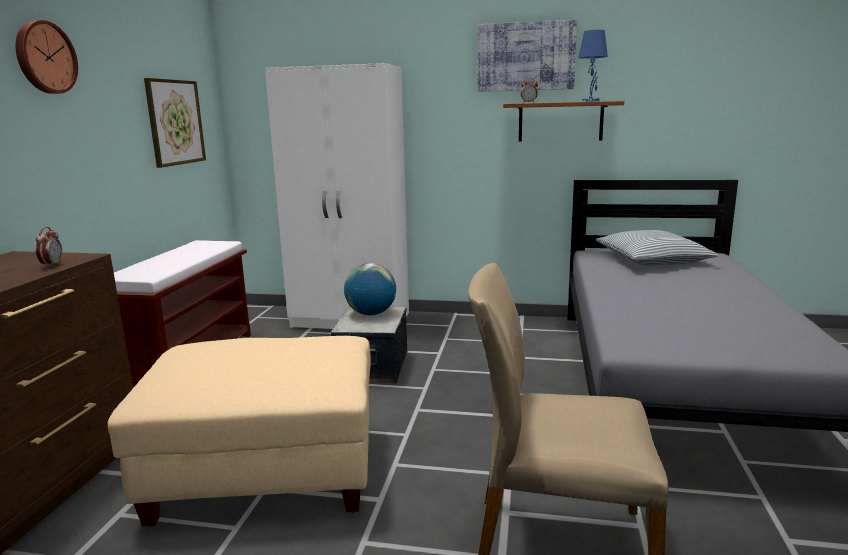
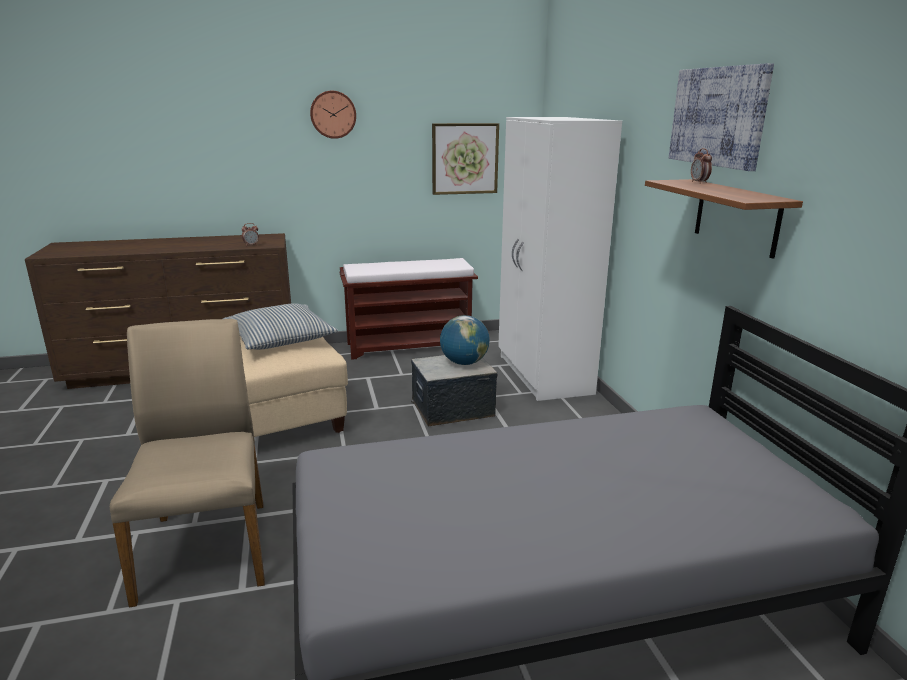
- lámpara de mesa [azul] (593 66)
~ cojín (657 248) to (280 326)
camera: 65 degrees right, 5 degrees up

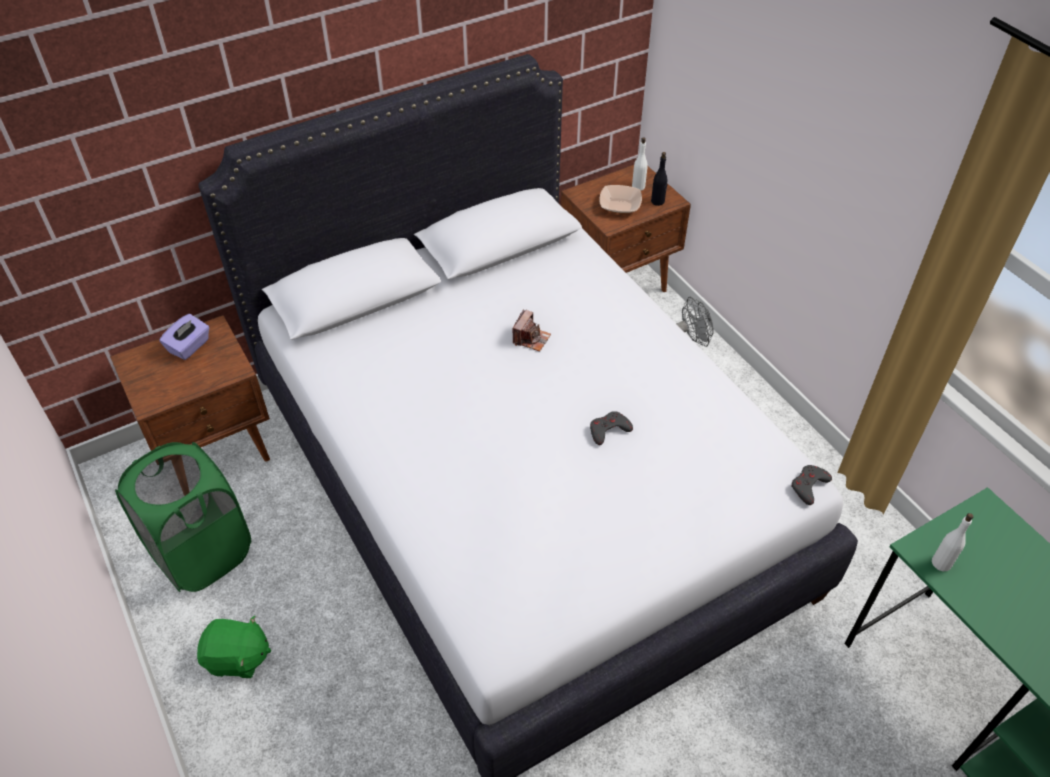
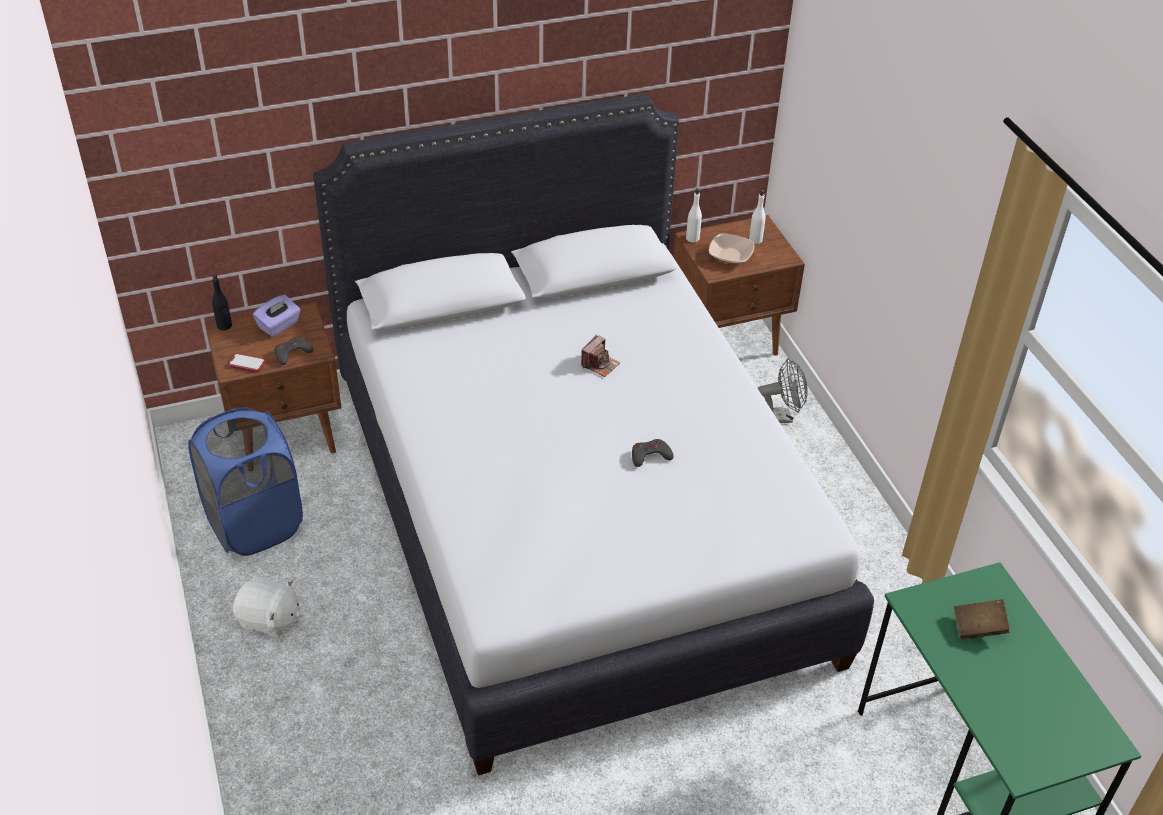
~ cesto de la ropa [verde] (183 517) to cesto de la ropa [azul] (245 482)
~ peluche [verde] (234 646) to peluche [blanco] (267 607)
~ botella [negro] (659 179) to (222 302)
~ mando de consola [gris] (811 485) to (294 351)
~ botella [blanco] (952 542) to (694 215)
+ móvil (247 363)
+ libro [marrón] (982 619)
camera: 10 degrees right, 5 degrees down

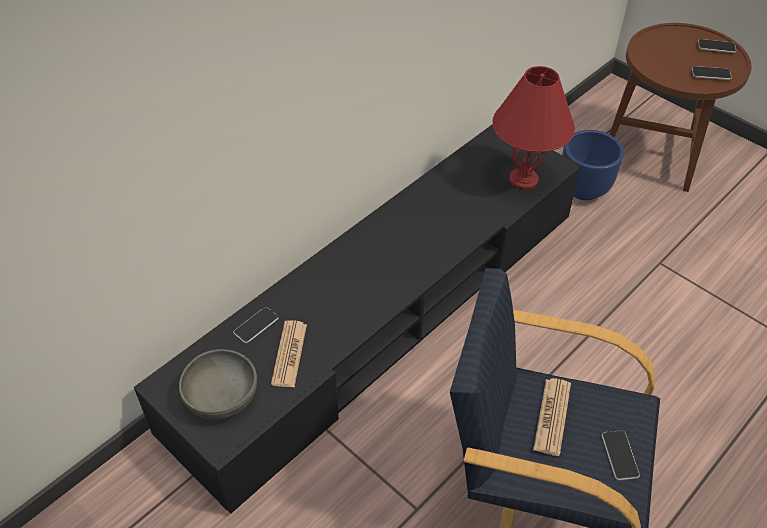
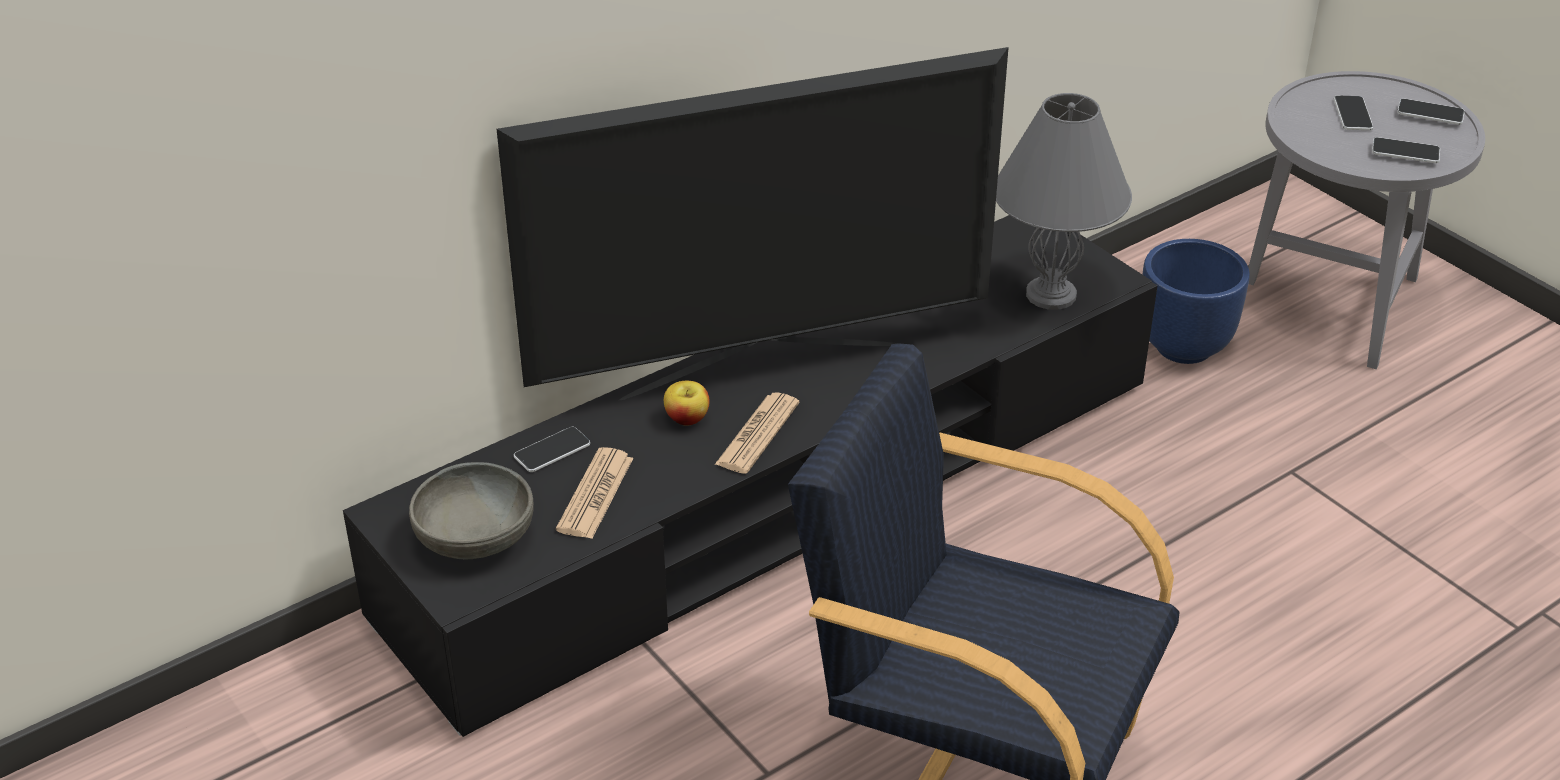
~ lámpara de mesa [rojo] (533 128) to lámpara de mesa [gris] (1064 201)
~ periódico (552 417) to (757 433)
~ móvil (621 455) to (1353 112)
~ mesa auxiliar [marrón] (680 107) to mesa auxiliar [gris] (1366 220)
+ televisor (753 224)
+ manzana (687 403)
camera: 10 degrees right, 10 degrees down

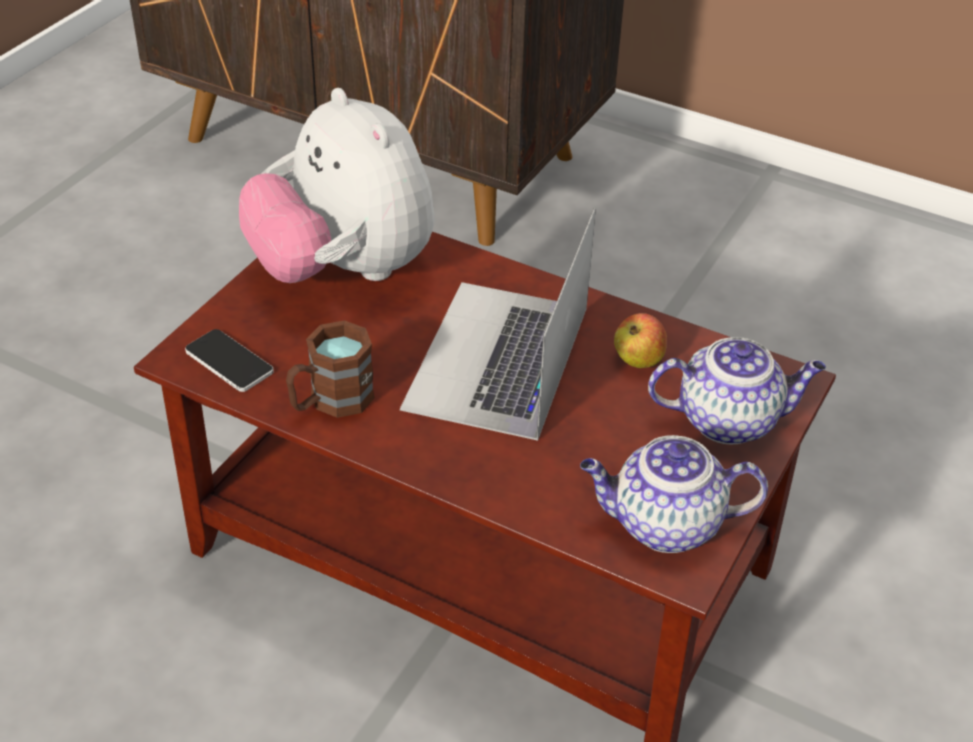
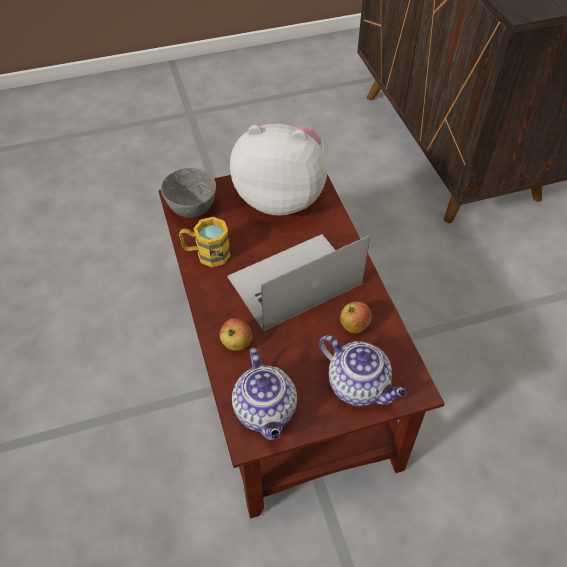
~ móvil (229 360) to cuenco [gris] (188 193)
~ peluche (337 185) = (278 169) 90 degrees clockwise
~ taza grande [marrón] (330 369) to taza grande [amarillo] (205 242)
~ tetera (674 494) = (264 394) 150 degrees counterclockwise
+ manzana (236 334)
camera: 45 degrees right, 10 degrees up

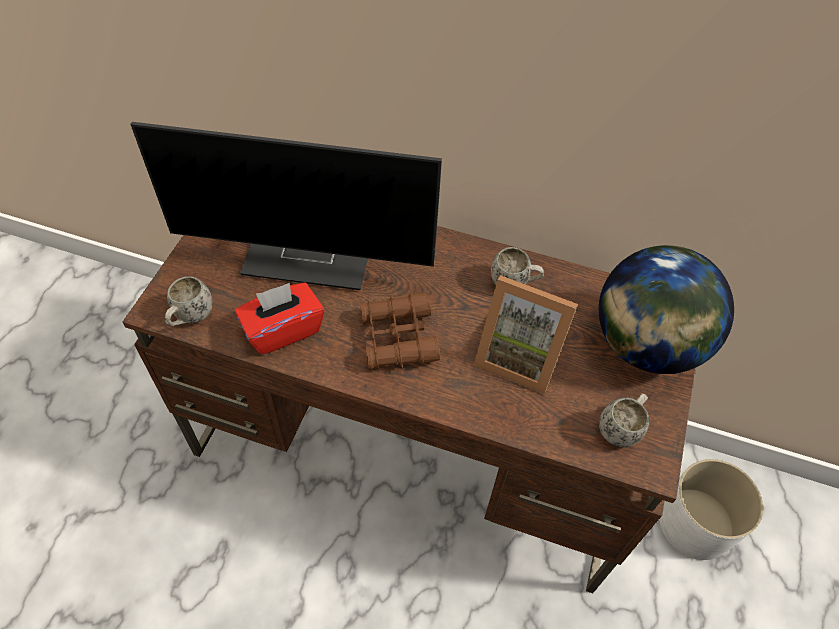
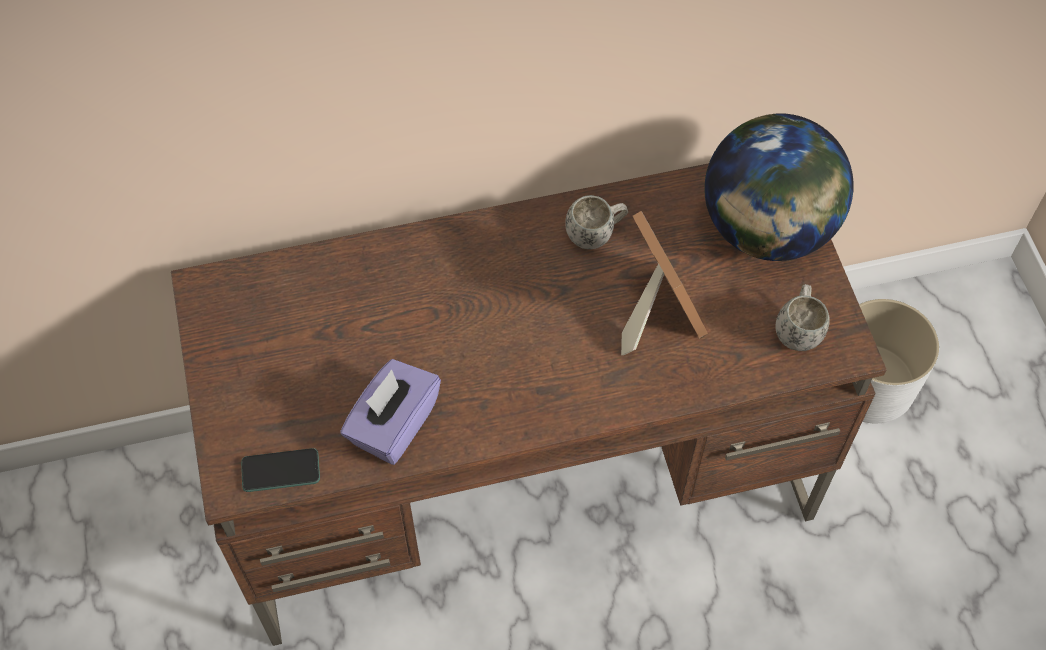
- monitor (286 206)
~ taza grande [blanco] (189 301) to móvil (280 470)
~ caja de pañuelos [rojo] (279 319) to caja de pañuelos [morado] (390 412)
- prismáticos [marrón] (400 331)
~ portarretratos (525 334) = (664 283) 105 degrees counterclockwise
camera: 30 degrees left, 5 degrees up

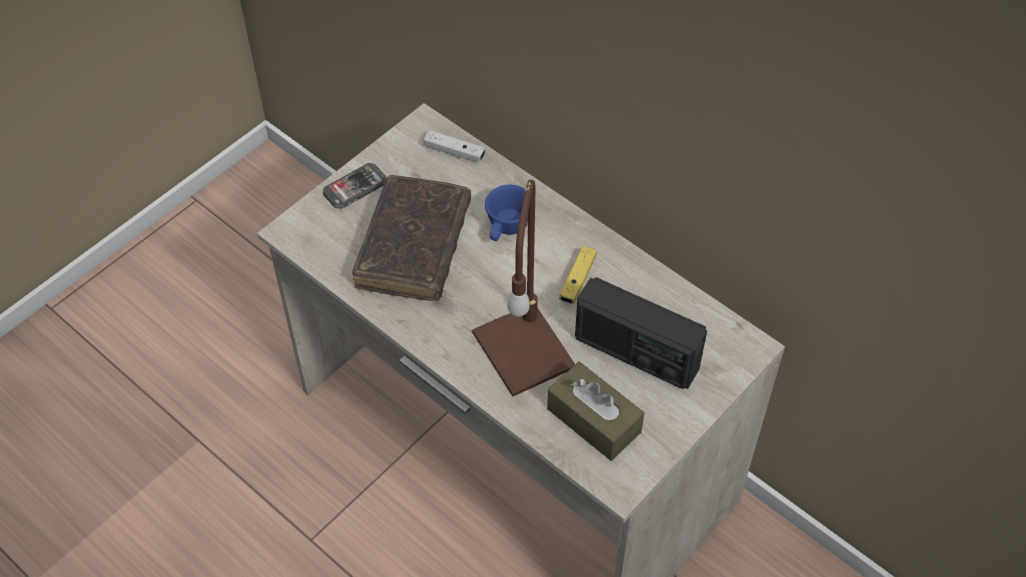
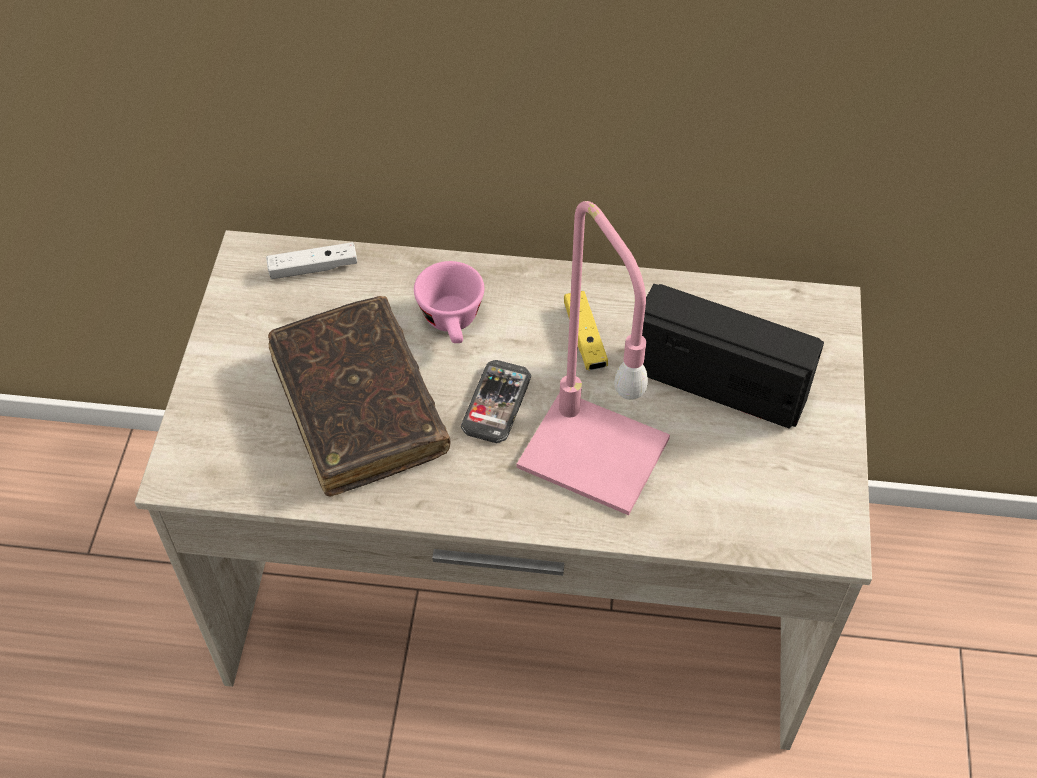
~ móvil (355 186) to (496 401)
~ lámpara de mesa [marrón] (523 288) to lámpara de mesa [rosa] (593 358)
~ taza [azul] (506 213) to taza [rosa] (449 302)
- caja de pañuelos [marrón] (595 411)
~ radio (641 333) = (733 356) 150 degrees counterclockwise
camera: 35 degrees left, 0 degrees up

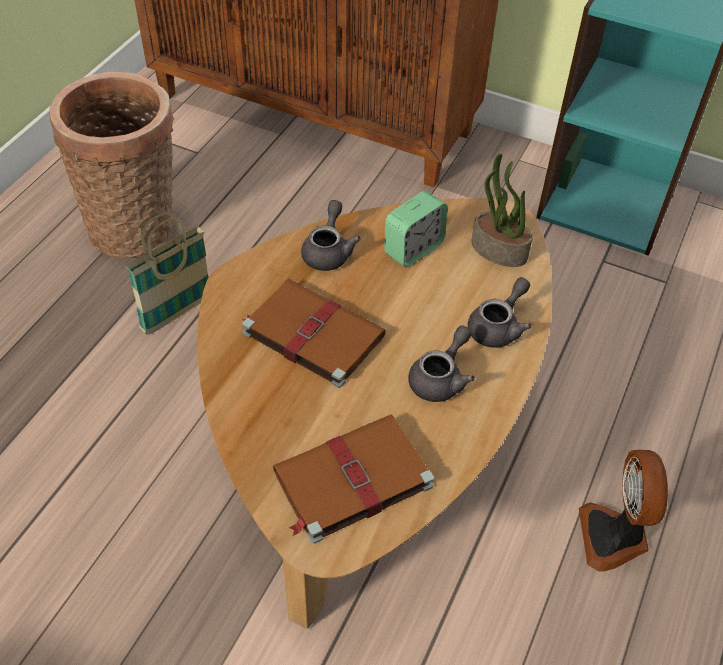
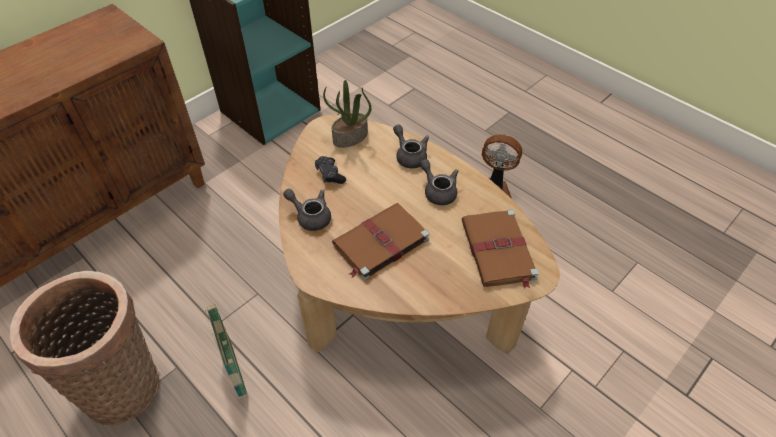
~ despertador (416 229) to mando de consola [negro] (330 170)
camera: 70 degrees left, 0 degrees up

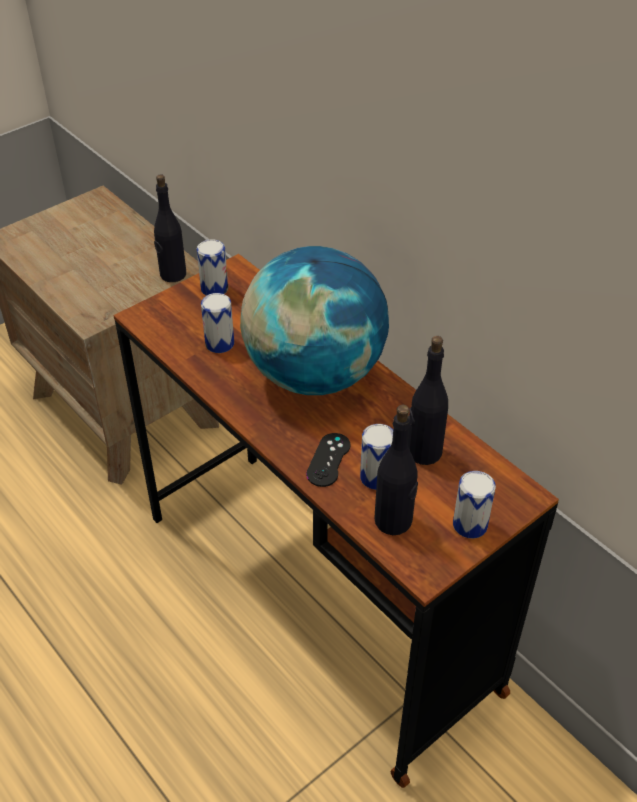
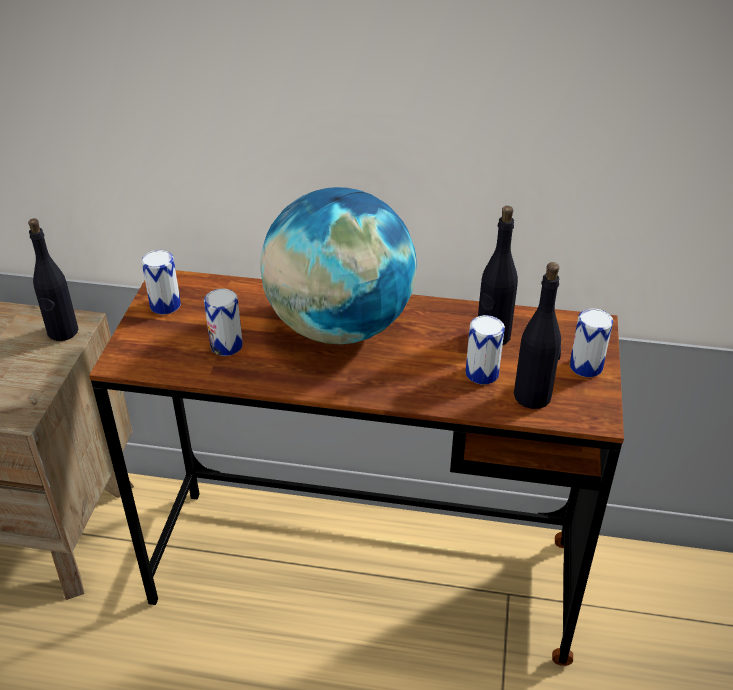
- mando de consola [negro] (328 460)
camera: 40 degrees left, 5 degrees down

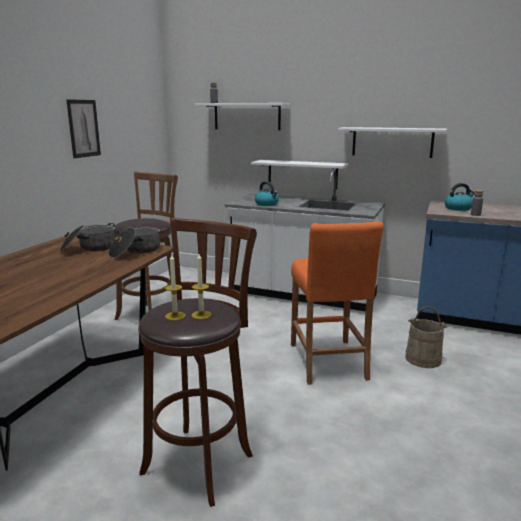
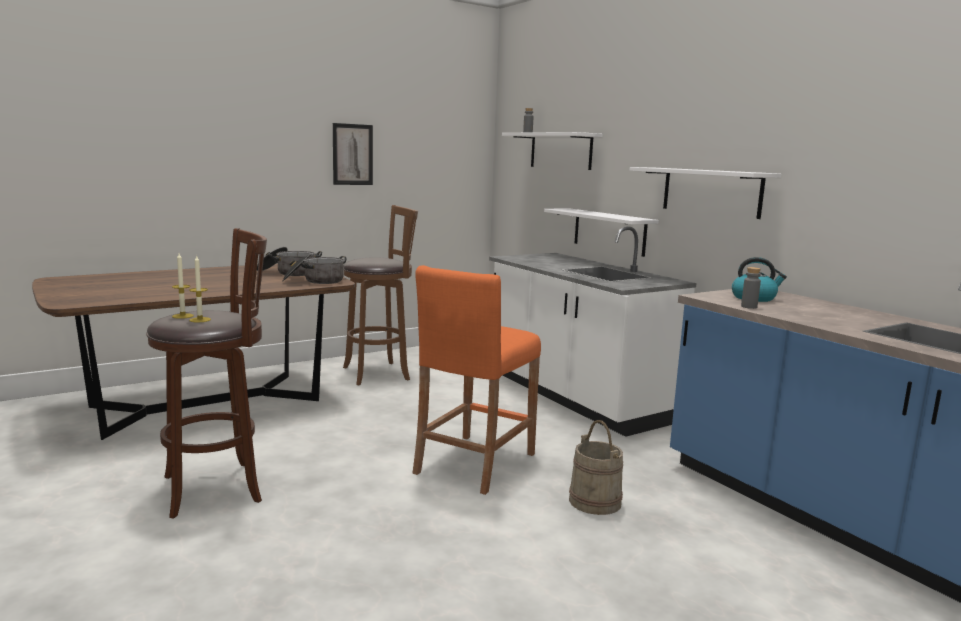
- hervidor (267 193)
camera: 35 degrees right, 5 degrees down

